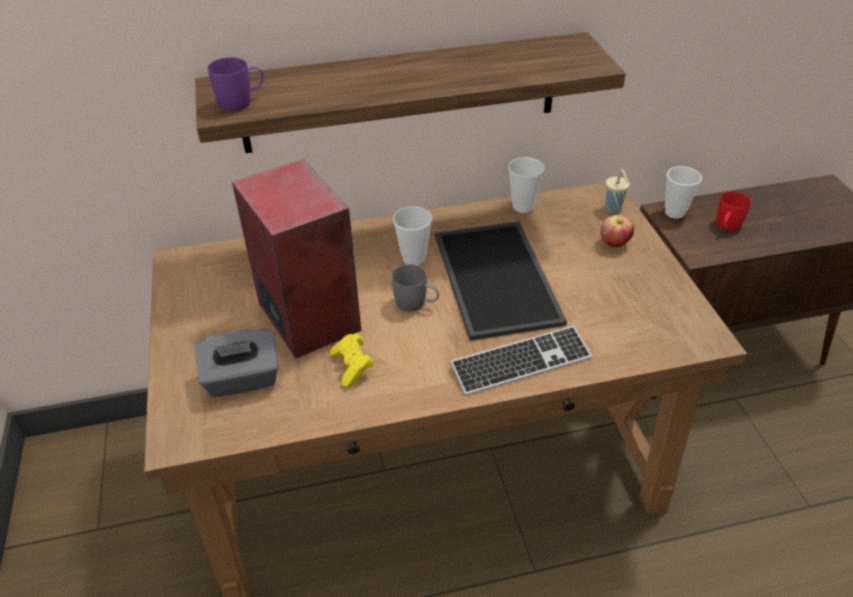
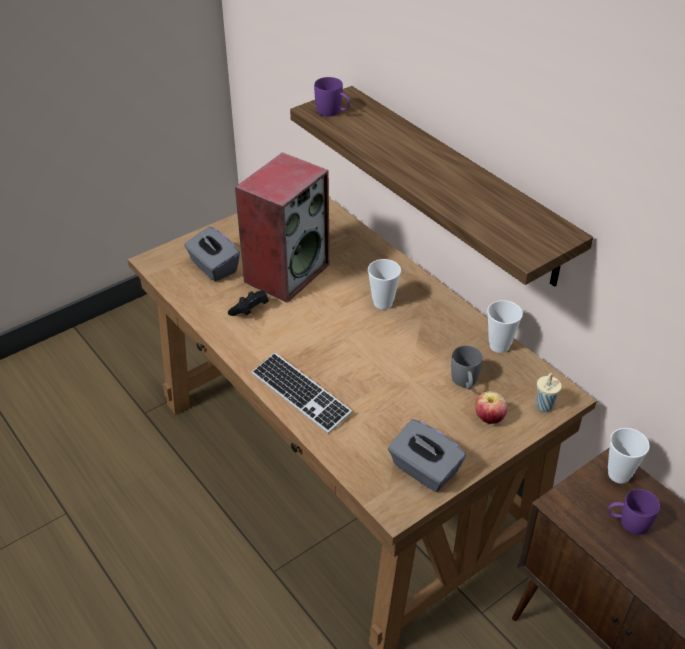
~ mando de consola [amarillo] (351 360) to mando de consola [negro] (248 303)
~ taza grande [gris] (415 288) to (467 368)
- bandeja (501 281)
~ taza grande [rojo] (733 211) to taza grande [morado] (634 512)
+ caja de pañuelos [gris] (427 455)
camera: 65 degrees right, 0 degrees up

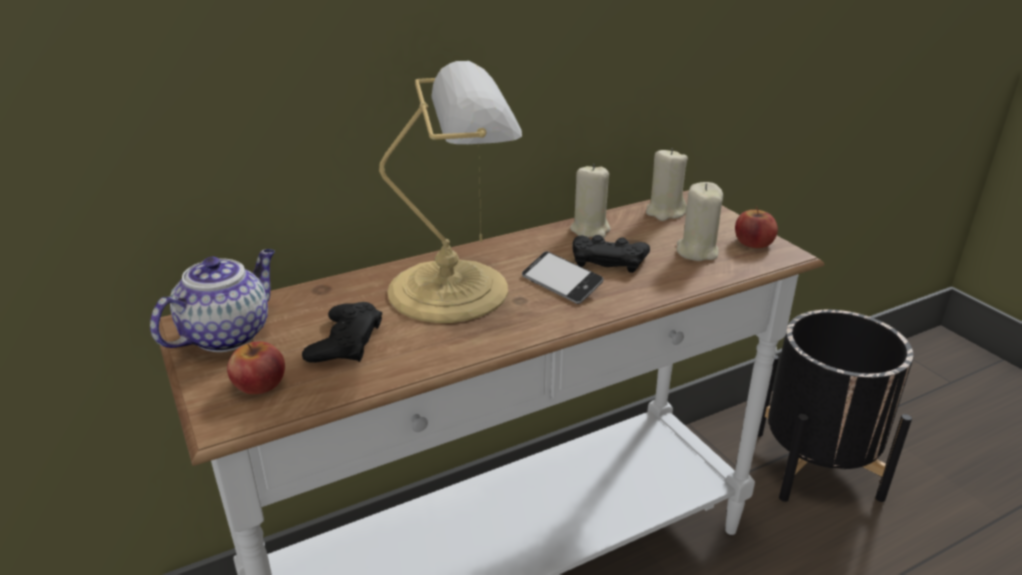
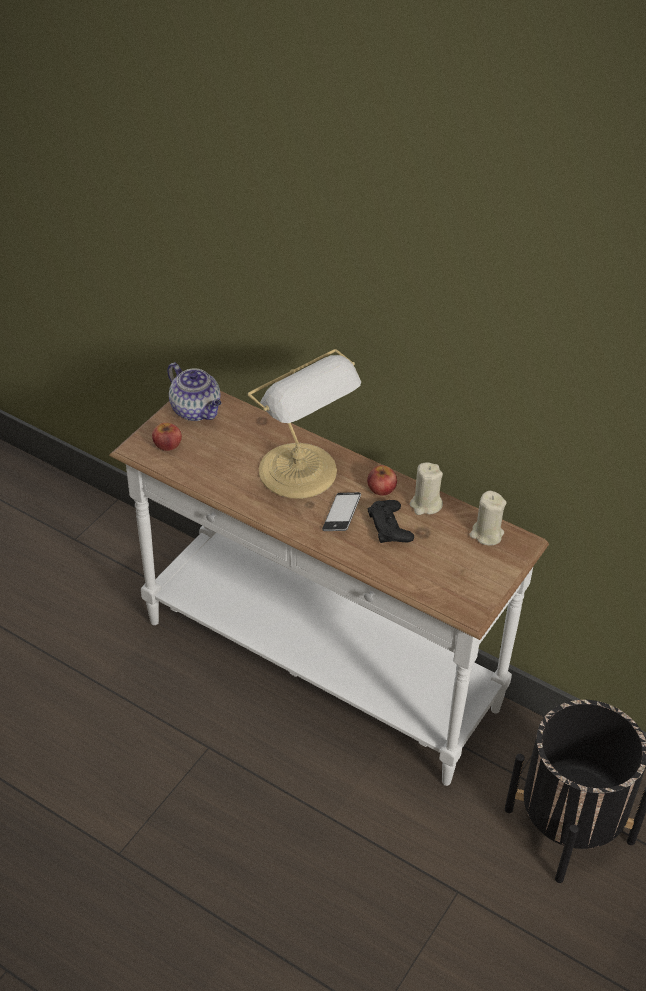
~ tetera (212 300) = (194 392) 45 degrees clockwise
- mando de consola [negro] (342 332)
- vela [beis] (700 221)
~ manzana (756 227) to (382 480)
camera: 60 degrees right, 15 degrees up

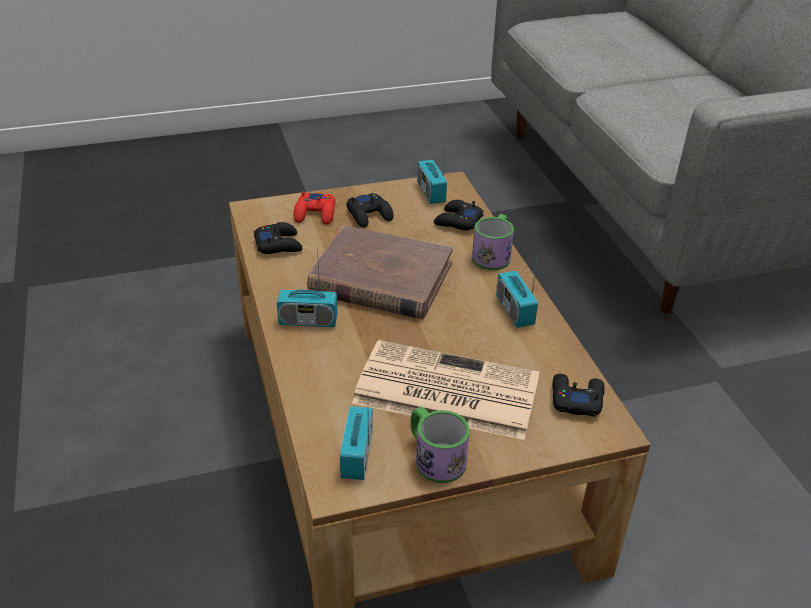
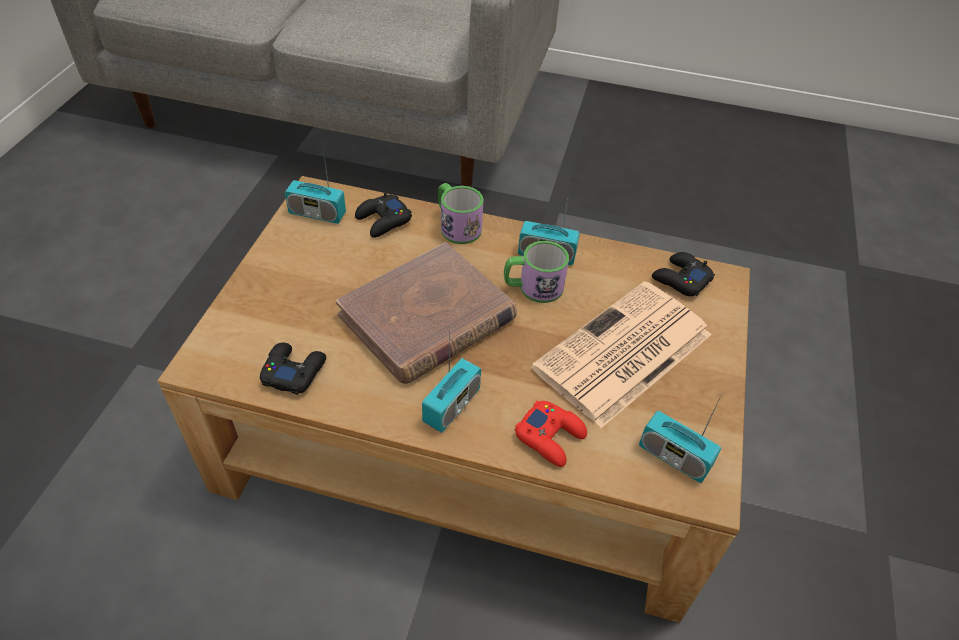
~ mando de consola [rojo] (314 208) to (551 434)
- mando de consola [negro] (370 210)
~ taza grande (440 444) to (536 272)
camera: 60 degrees left, 10 degrees up

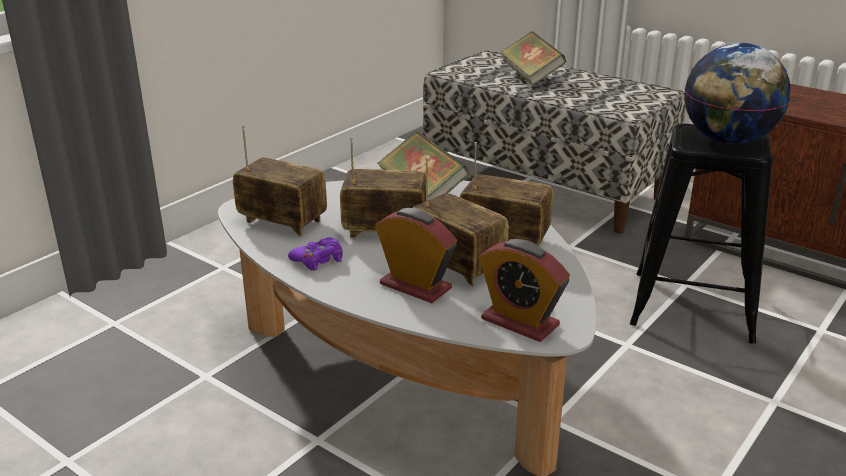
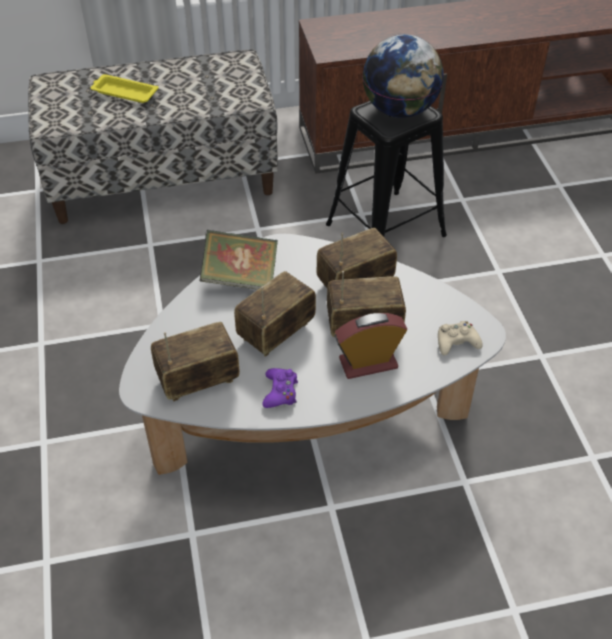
~ despertador (524 290) to mando de consola [beis] (460 338)
~ libro (533 58) to bandeja [amarillo] (124 88)
camera: 50 degrees left, 20 degrees up

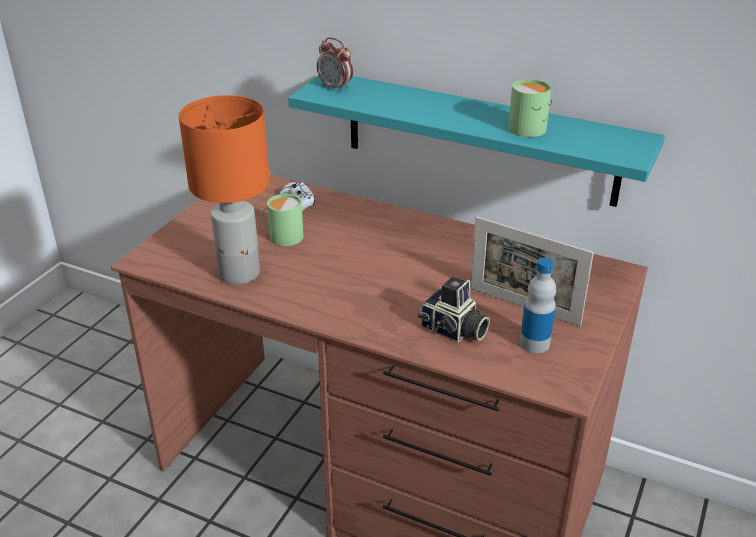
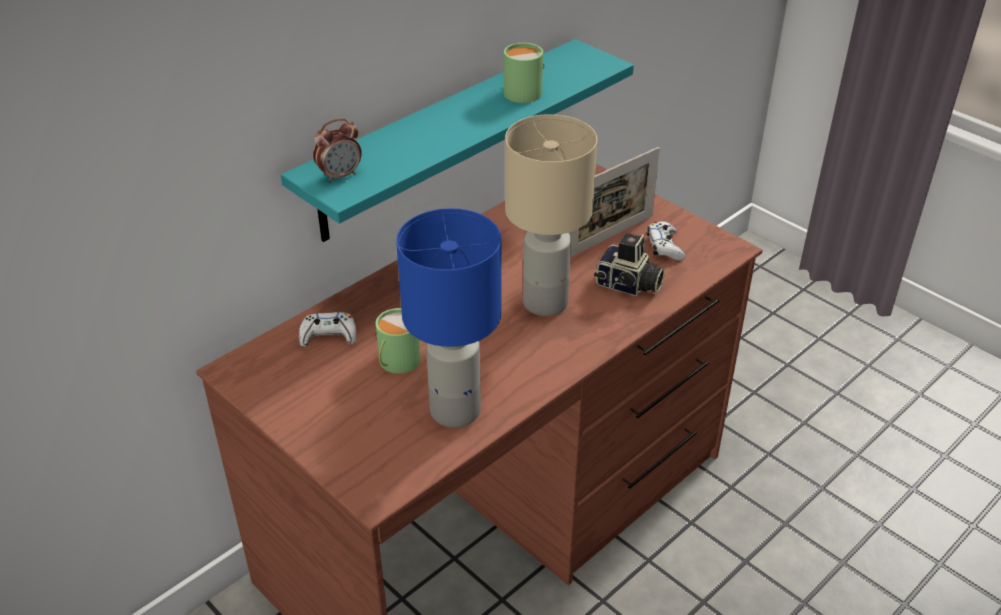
~ lámpara de mesa [naranja] (224 190) to lámpara de mesa [azul] (448 318)
~ cámara (454 309) = (629 264) 60 degrees clockwise
~ botella (538 305) to mando de consola [blanco] (666 240)
+ lámpara de mesa [beis] (551 215)
camera: 70 degrees left, 5 degrees up

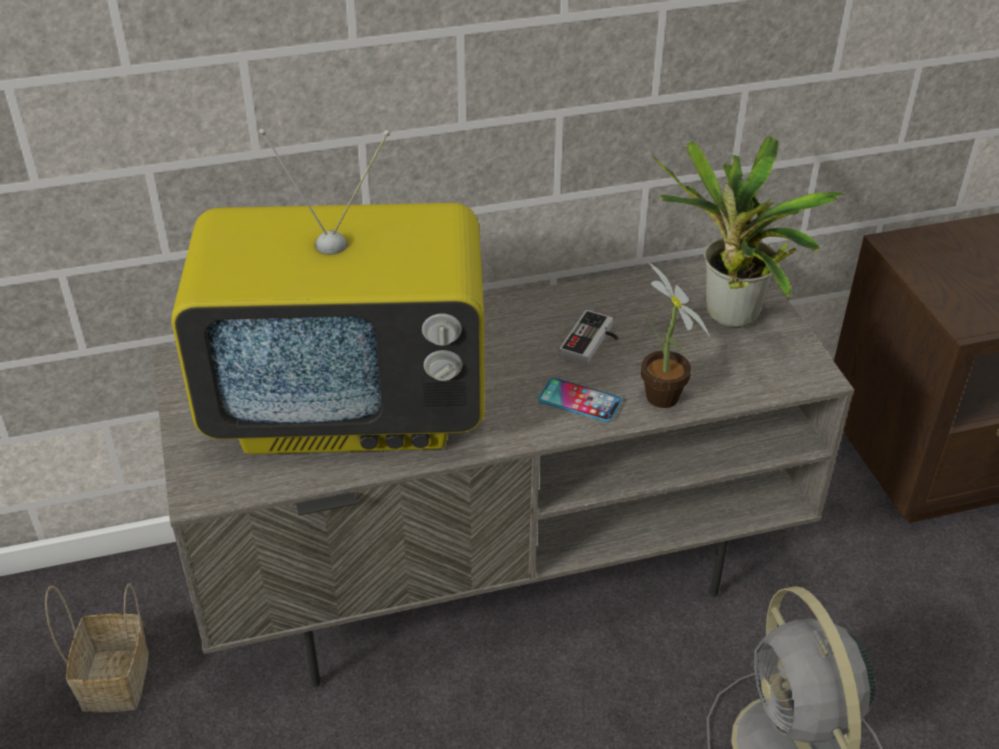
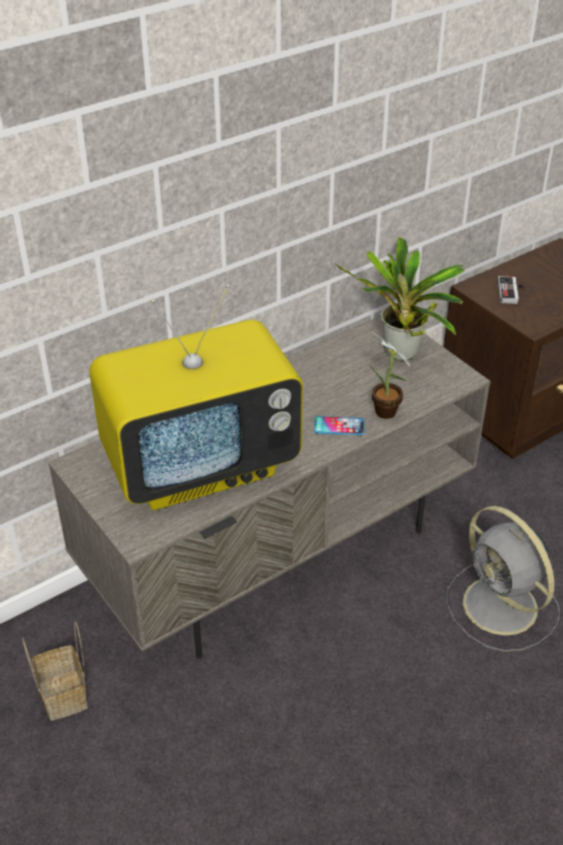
~ mando de consola (589 337) to (511 290)
camera: 20 degrees left, 0 degrees up

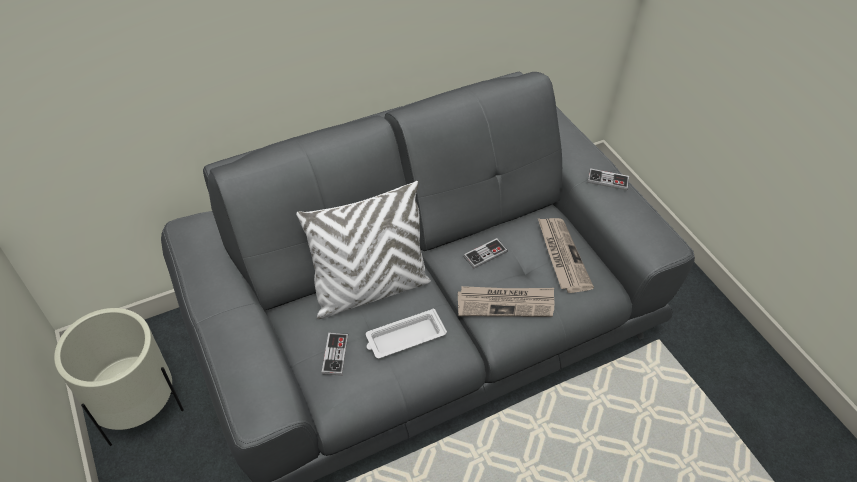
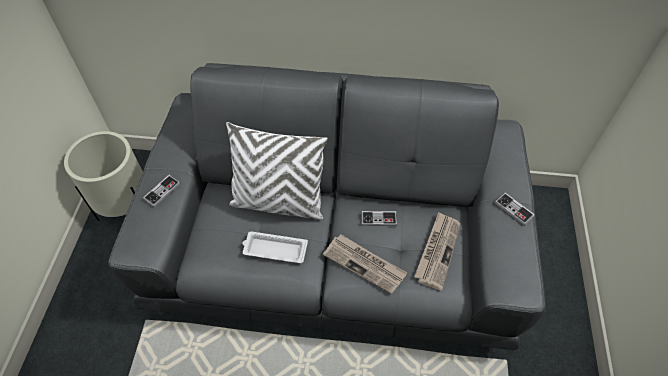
~ mando de consola (335 354) to (162 191)
camera: 35 degrees right, 5 degrees up

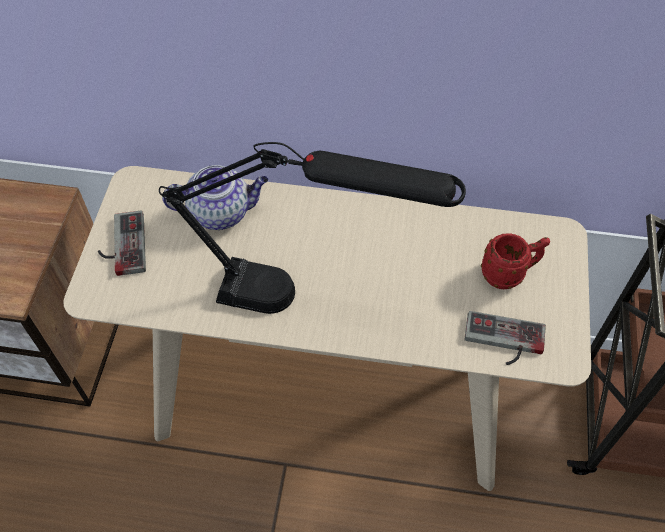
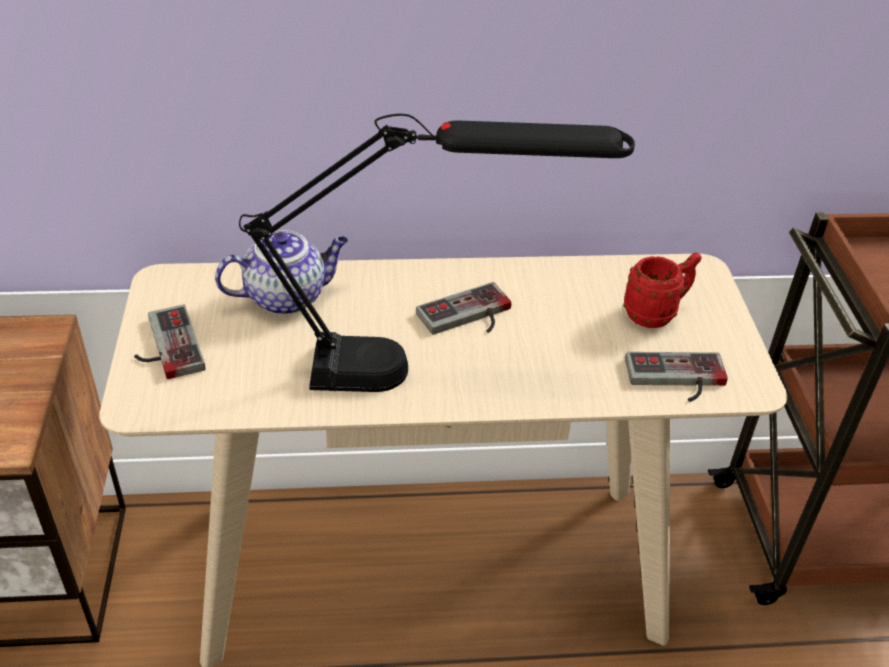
+ mando de consola (463 308)
camera: 15 degrees left, 15 degrees down

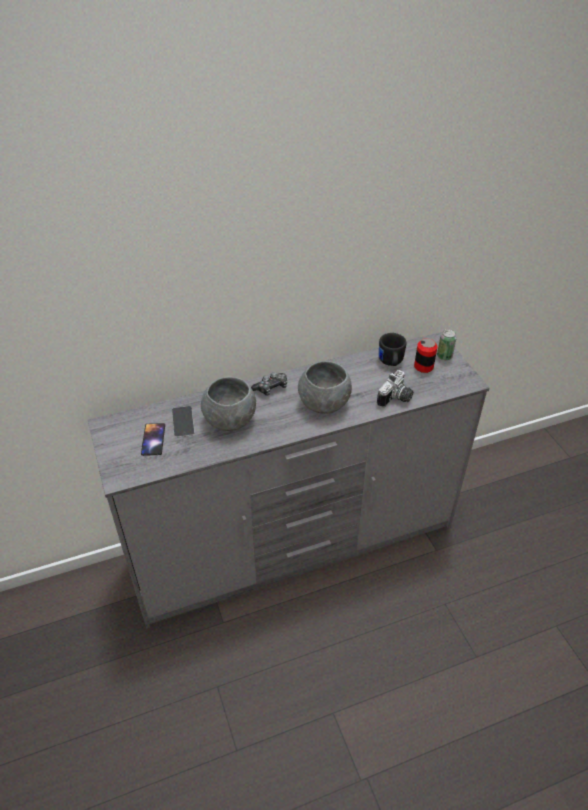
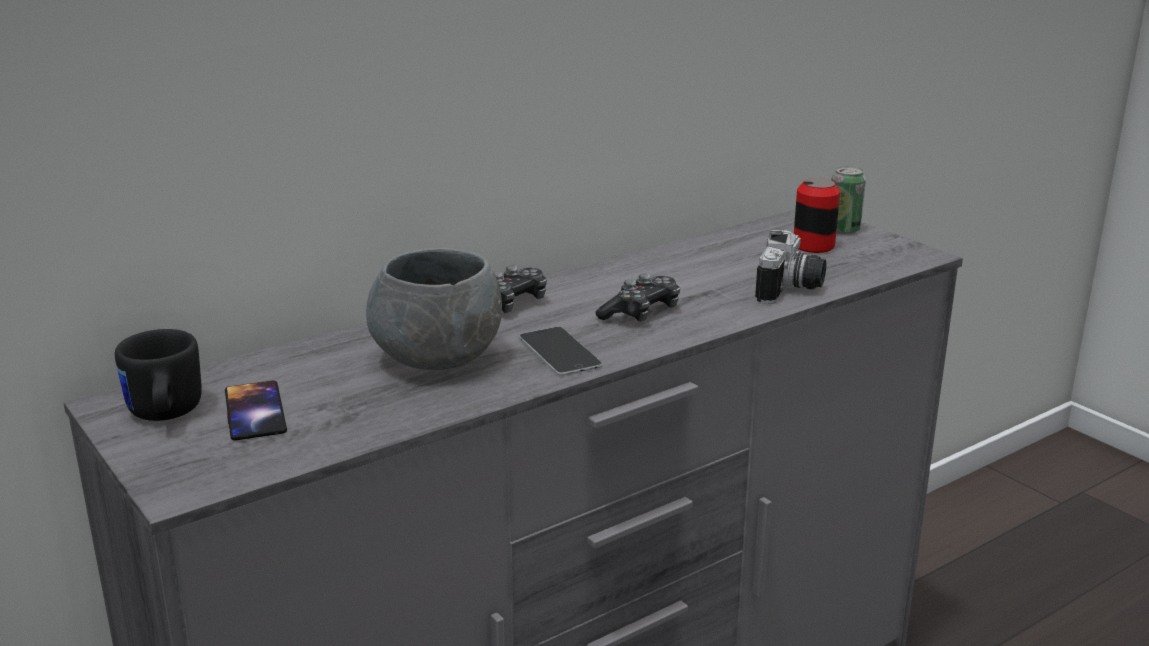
~ móvil (183 422) to (561 351)
~ cuenco [gris] (325 387) to mando de consola (638 298)
~ taza grande [negro] (393 349) to (158 375)
camera: 15 degrees left, 20 degrees down

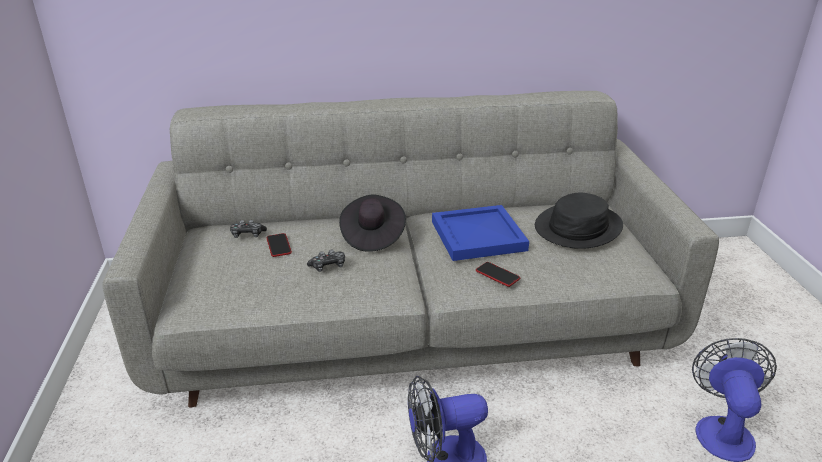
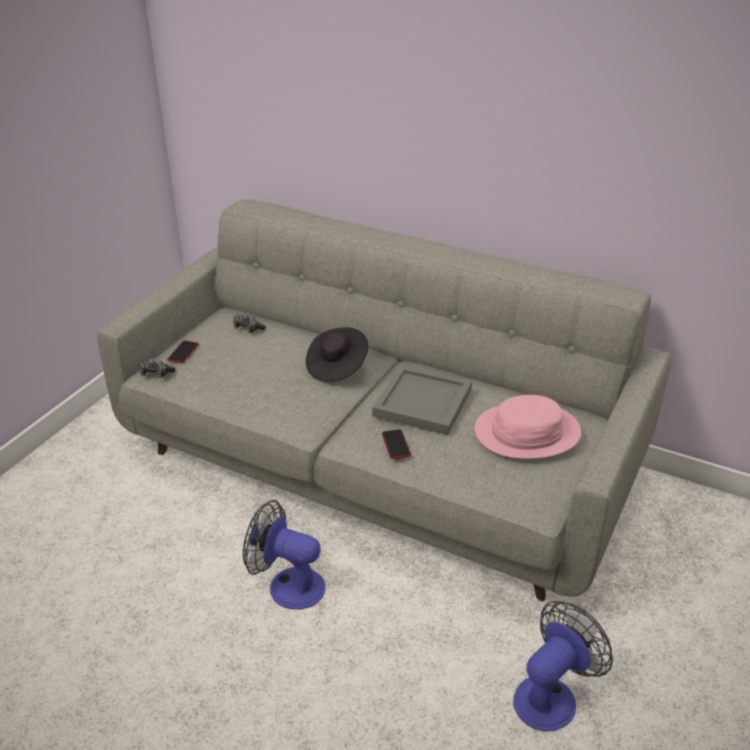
~ móvil (279 245) to (183 352)
~ mando de consola (326 260) to (157 368)
~ bandeja [azul] (480 233) to bandeja [gris] (422 400)
~ sombrero [negro] (579 221) to sombrero [rosa] (528 427)
camera: 35 degrees right, 5 degrees up

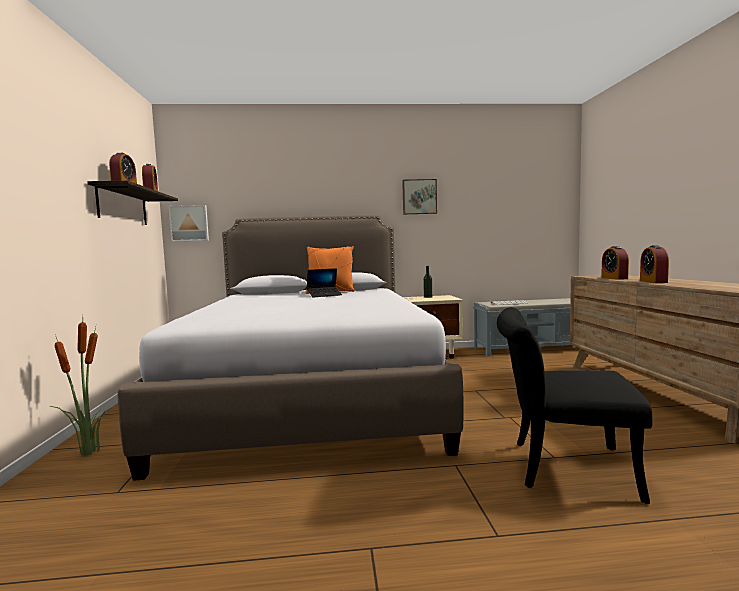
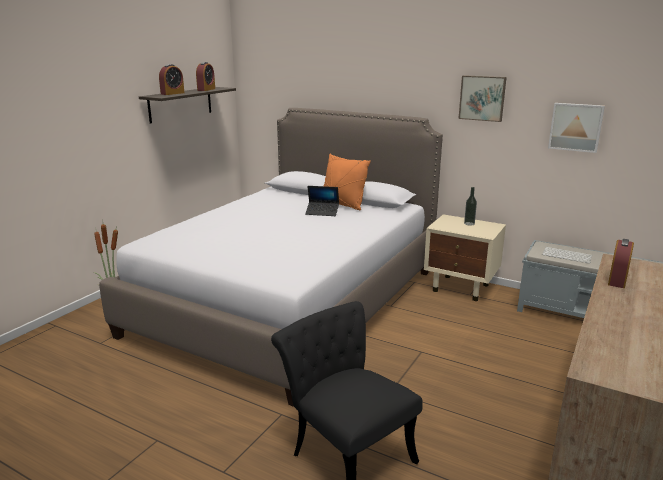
~ cuadro (188 223) to (576 128)
- despertador (654 264)
camera: 35 degrees right, 15 degrees up

